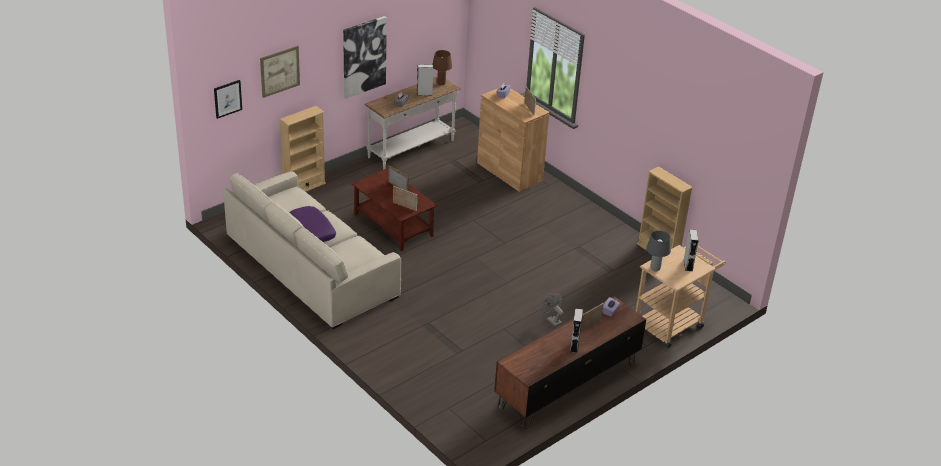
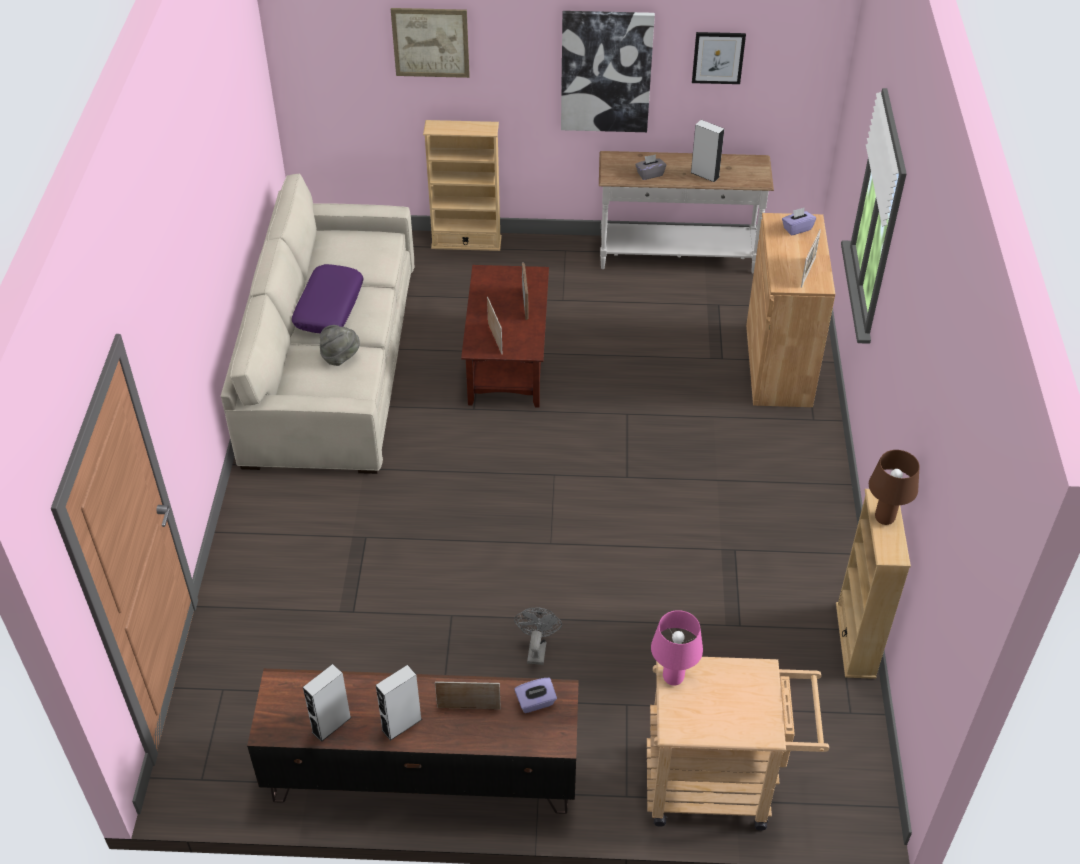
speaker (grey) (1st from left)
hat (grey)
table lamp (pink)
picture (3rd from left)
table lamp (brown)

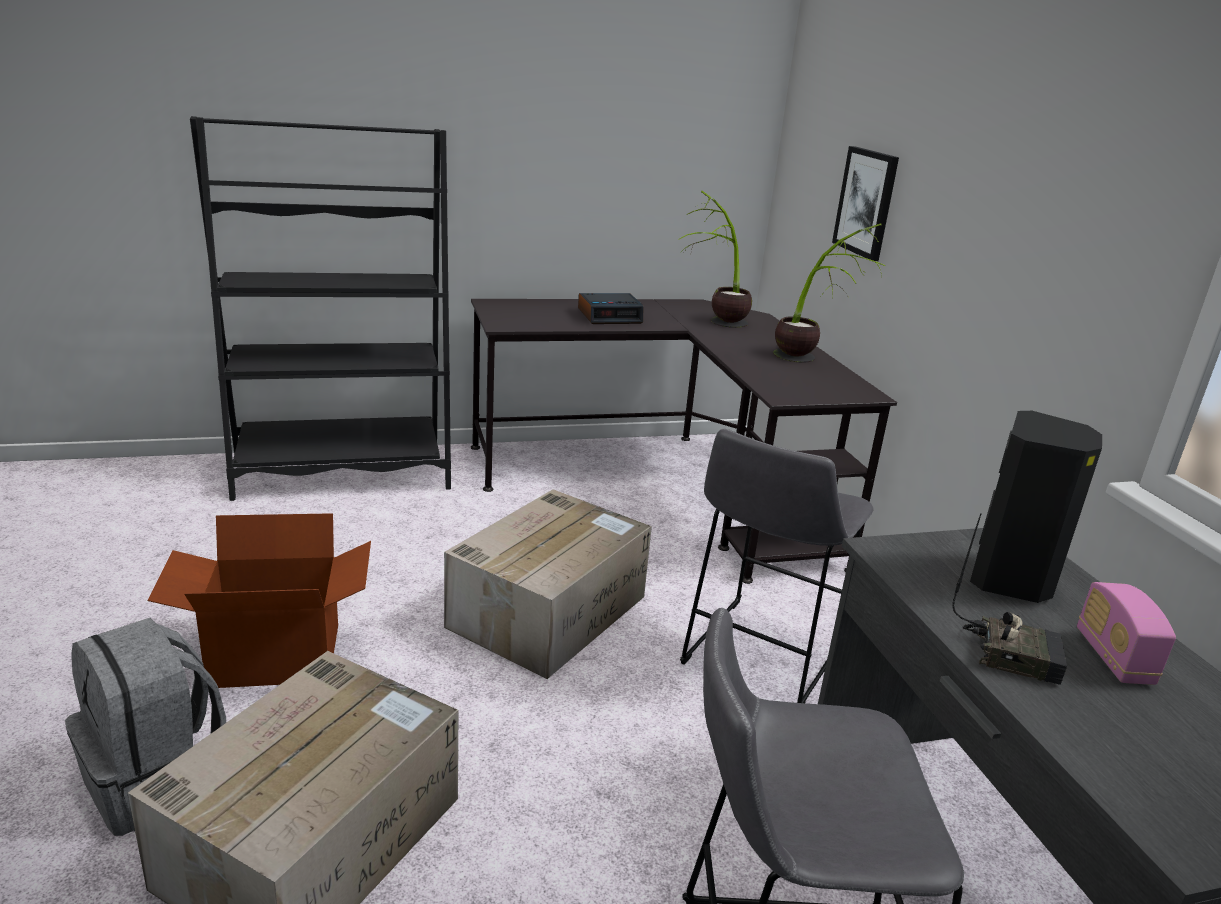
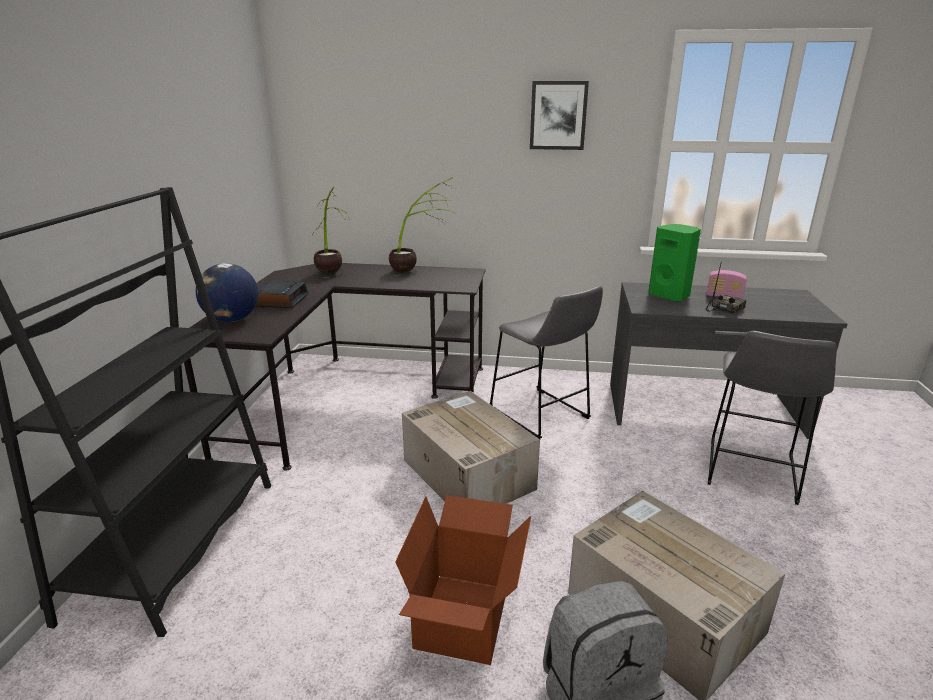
globe
picture
speaker (green)

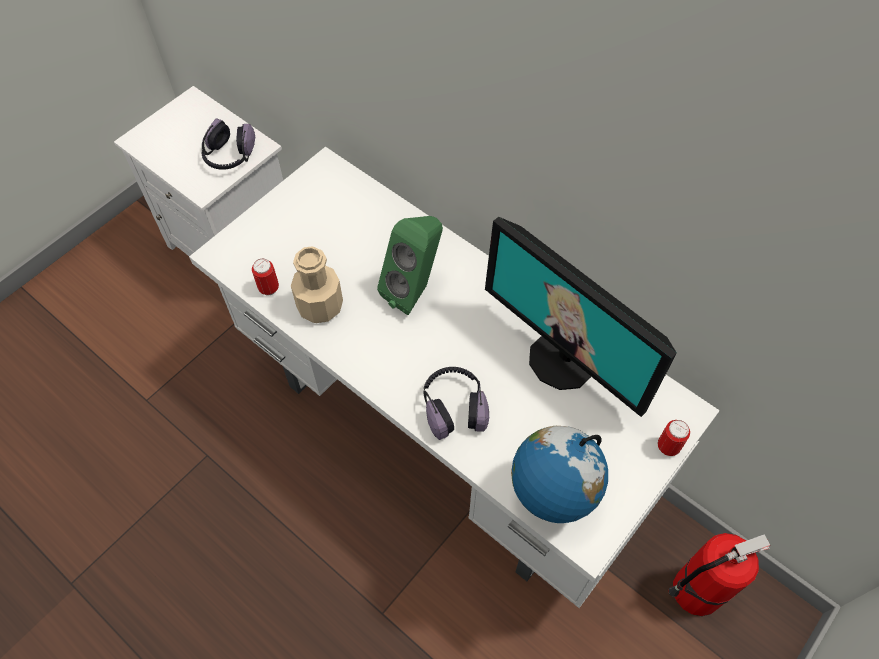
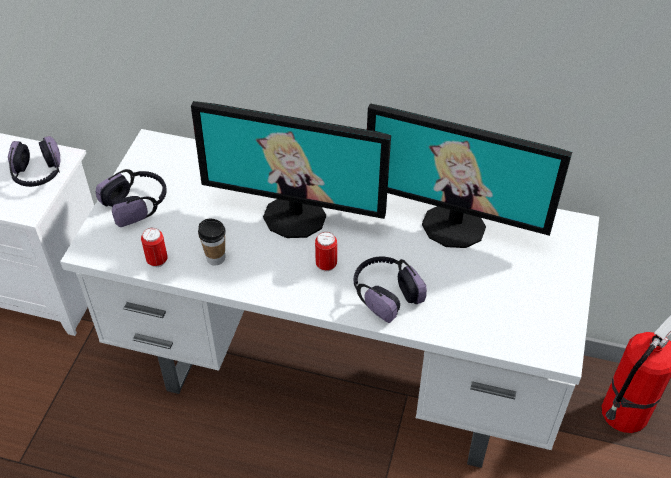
headphones (2nd from left)
monitor (1st from left)
cup
can (2nd from left)
globe

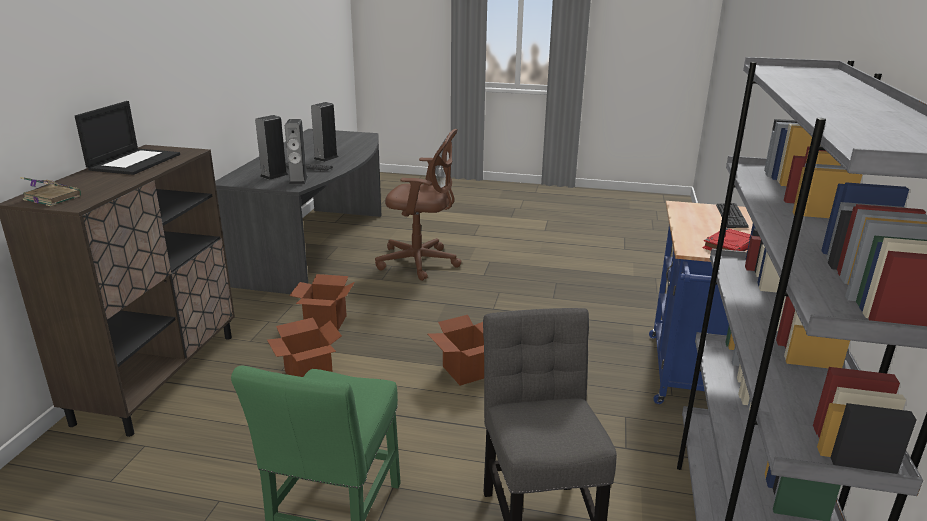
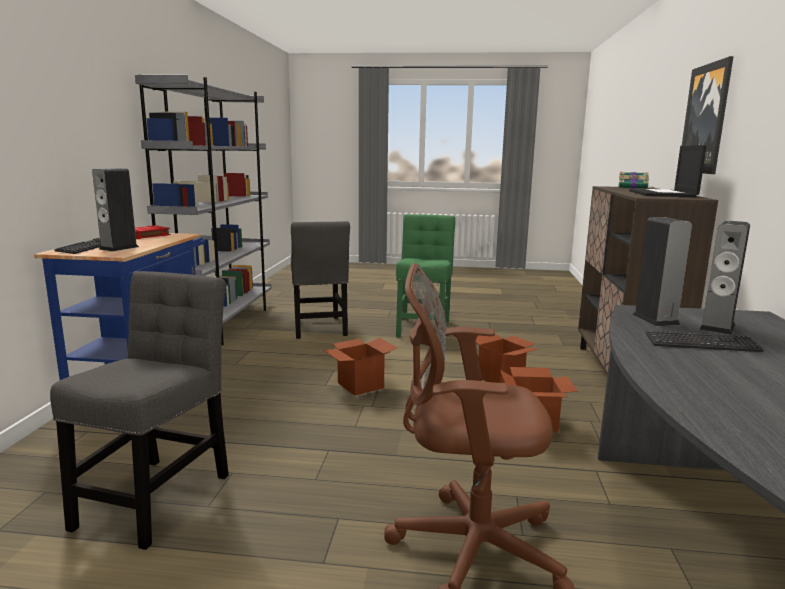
chair (grey) (1st from left)
speaker (1st from left)
picture

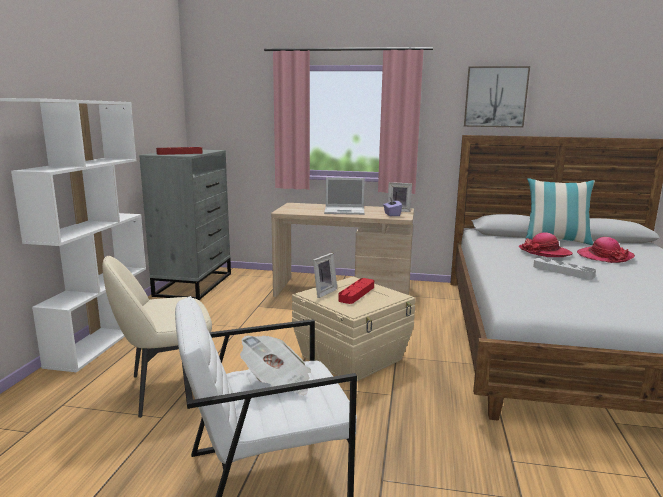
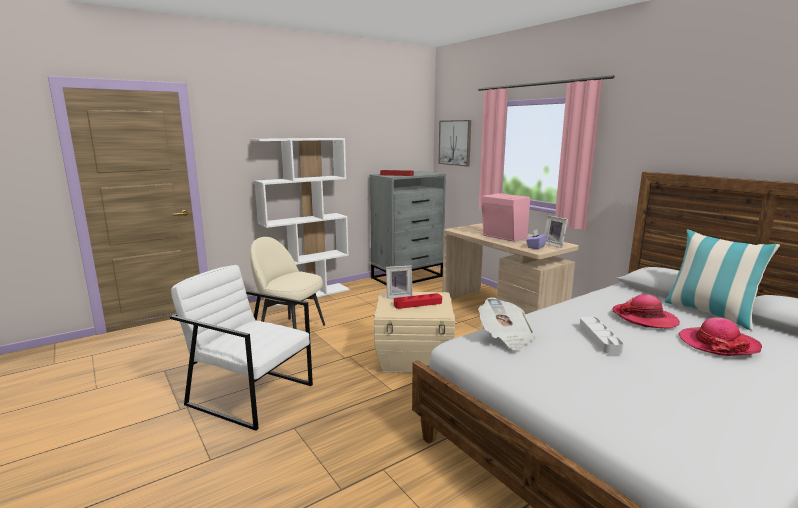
picture
newspaper
speaker (pink)

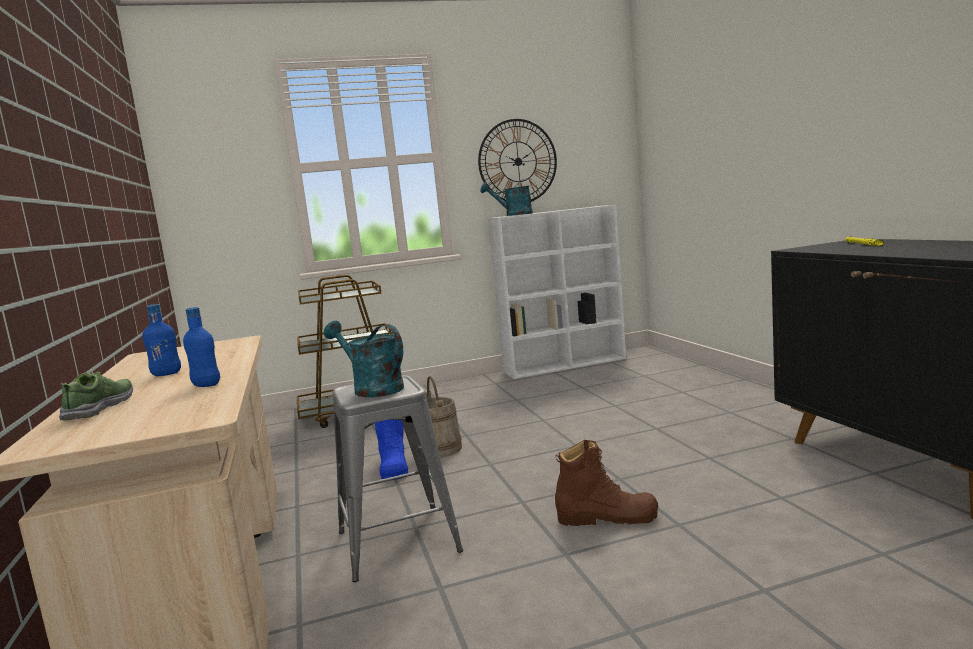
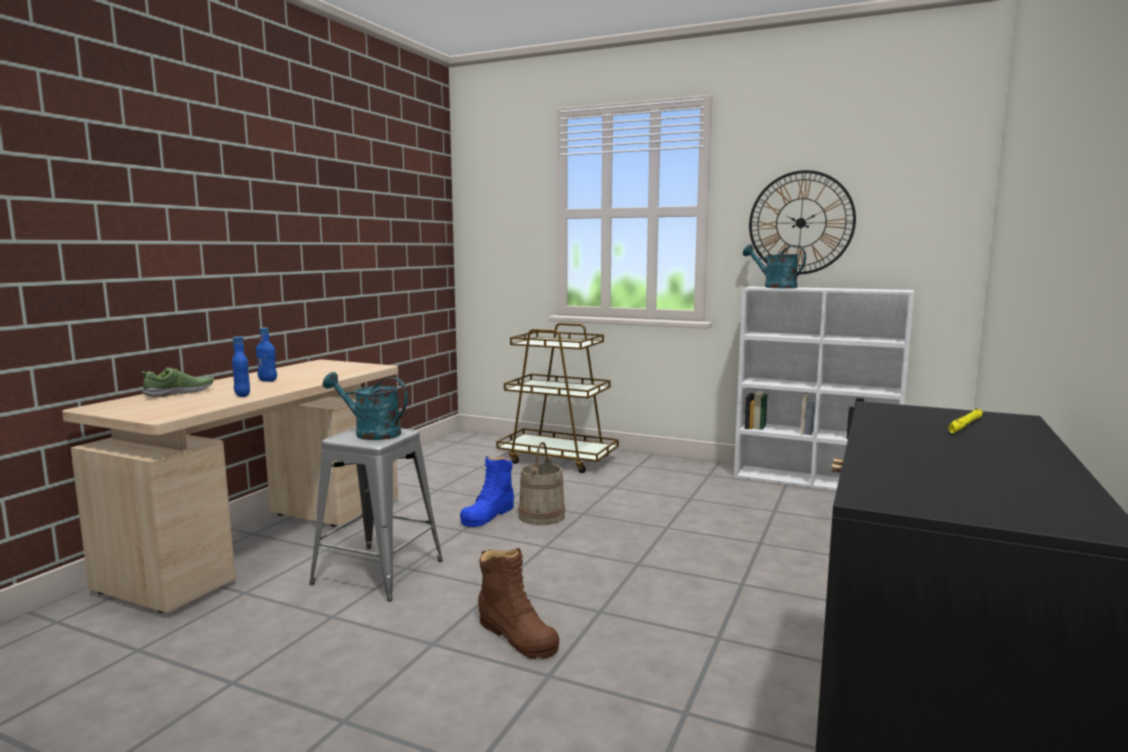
watering can (turquoise) (1st from left)

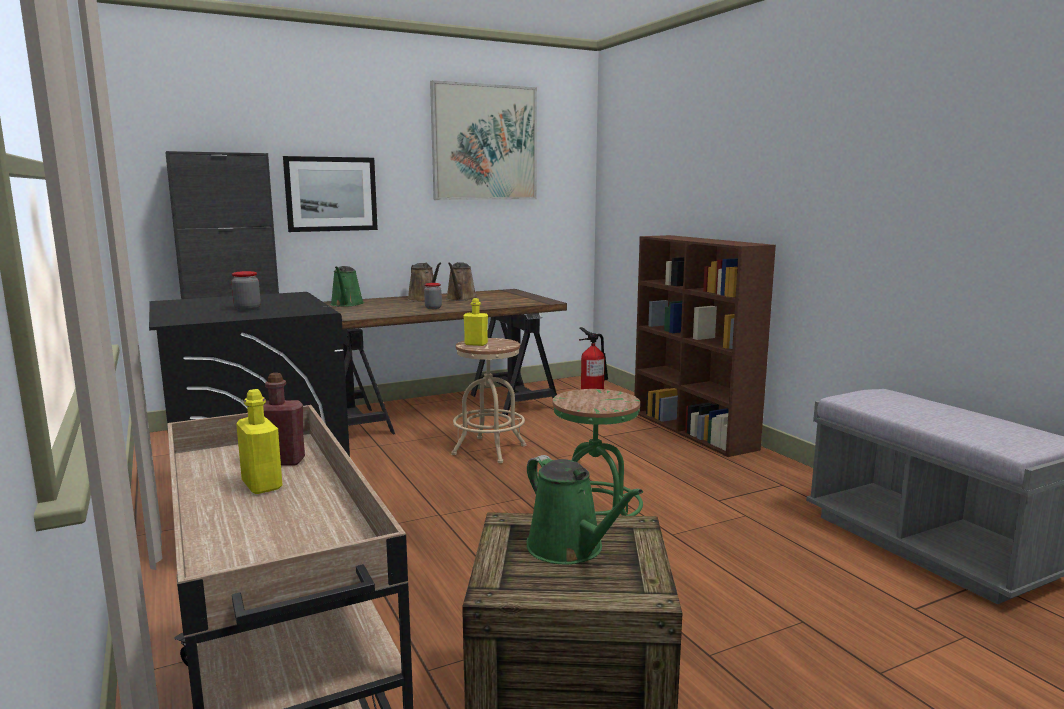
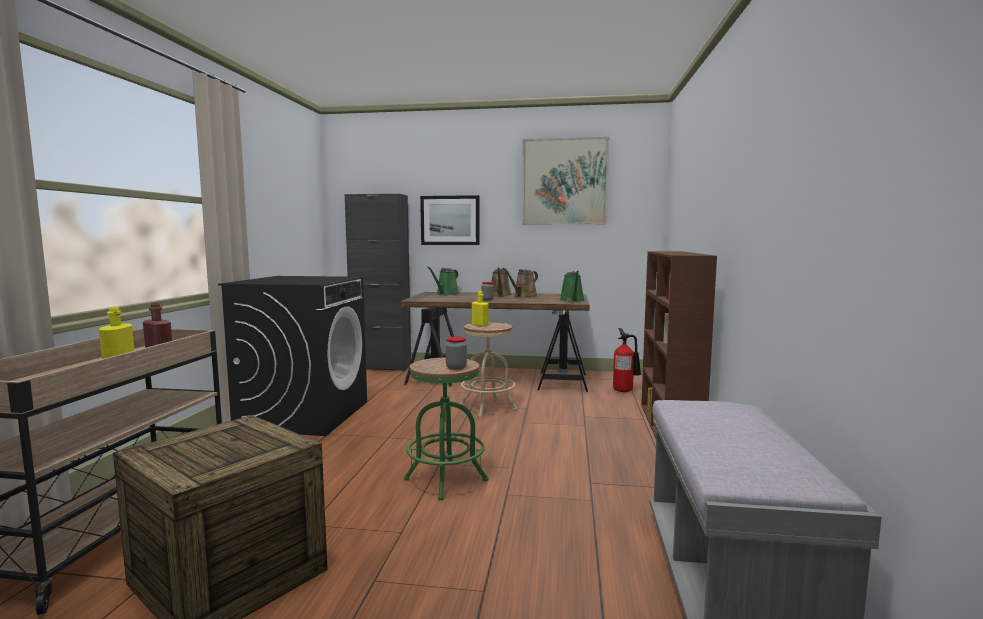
jar (1st from left)
watering can (green) (2nd from left)

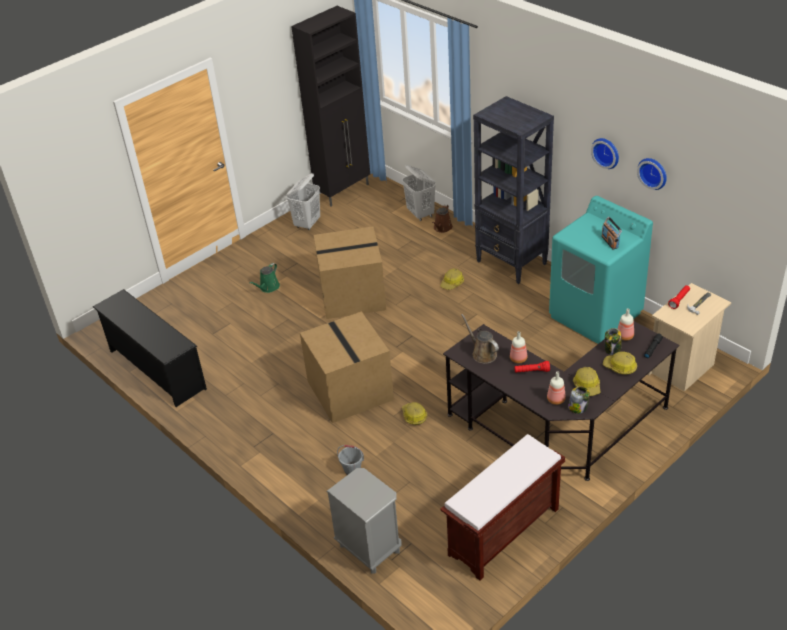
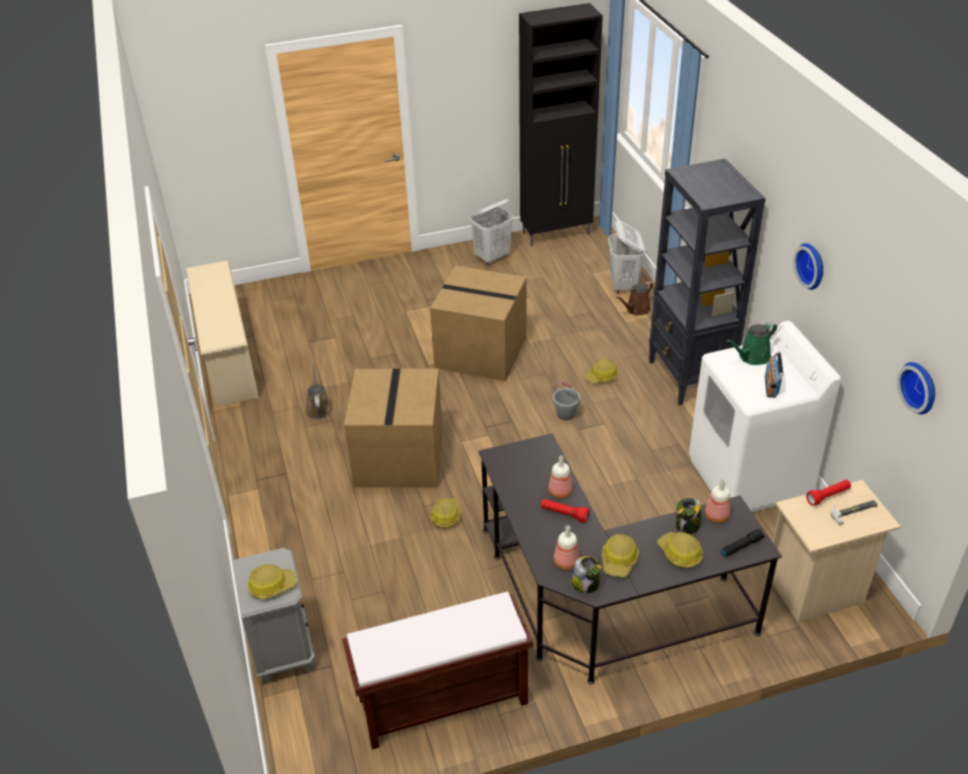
shoe rack (beige)
hard hat (1st from left)
watering can (brown) (1st from left)
bucket (grey)
washing machine (white)
watering can (green)
wall clock (2nd from left)

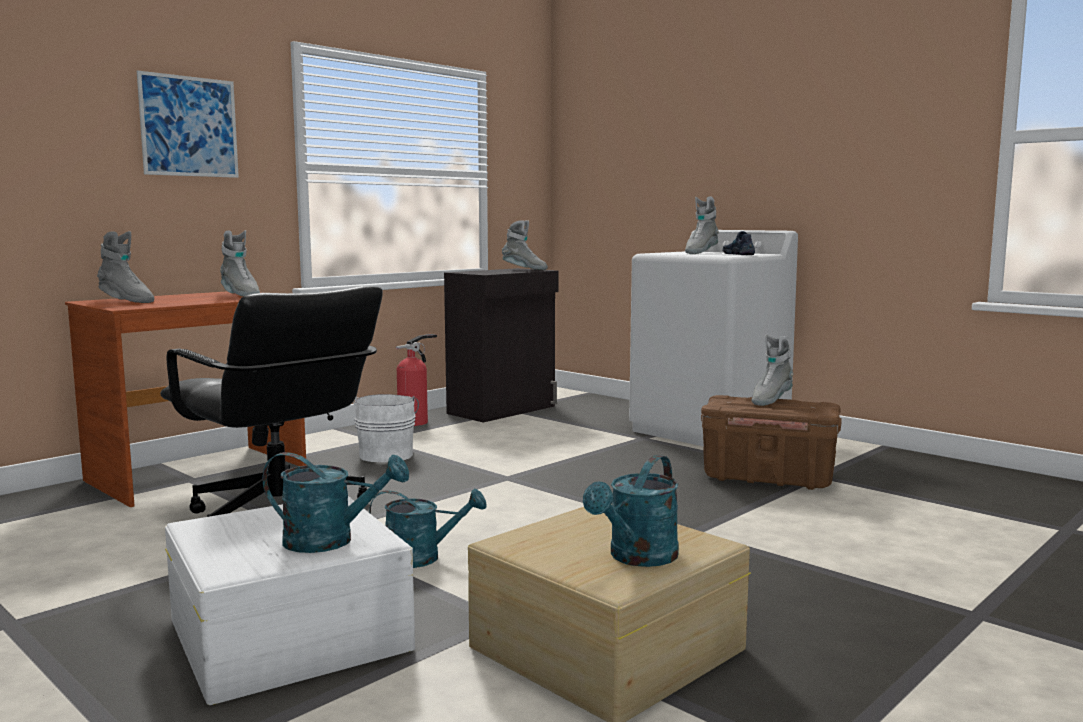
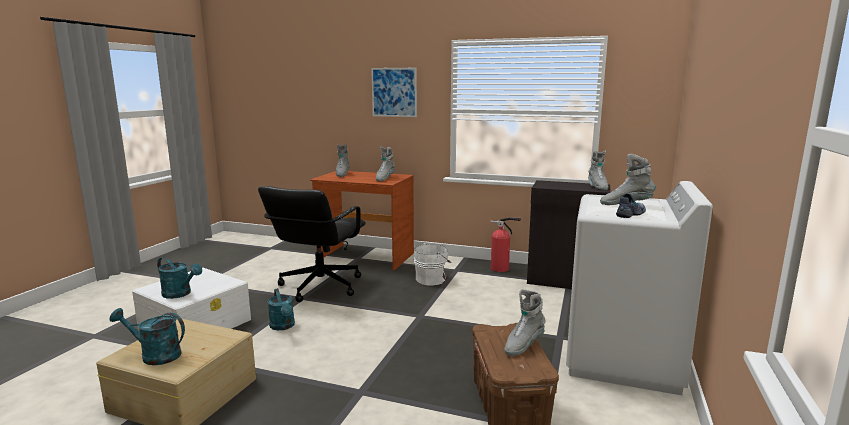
watering can (turquoise) (2nd from left)
boot (grey) (3rd from left)

